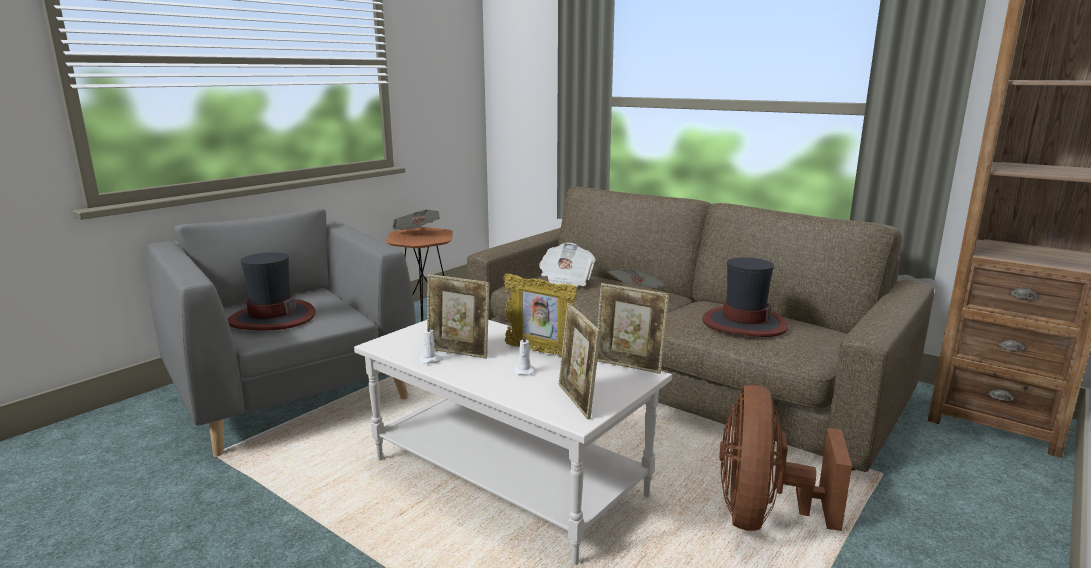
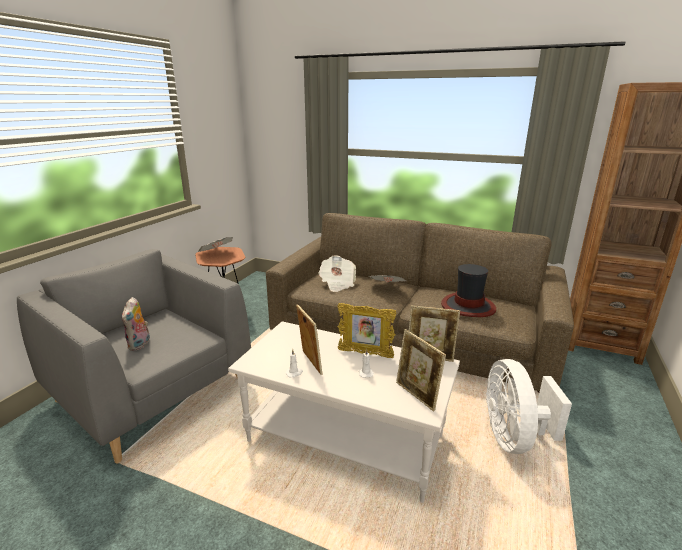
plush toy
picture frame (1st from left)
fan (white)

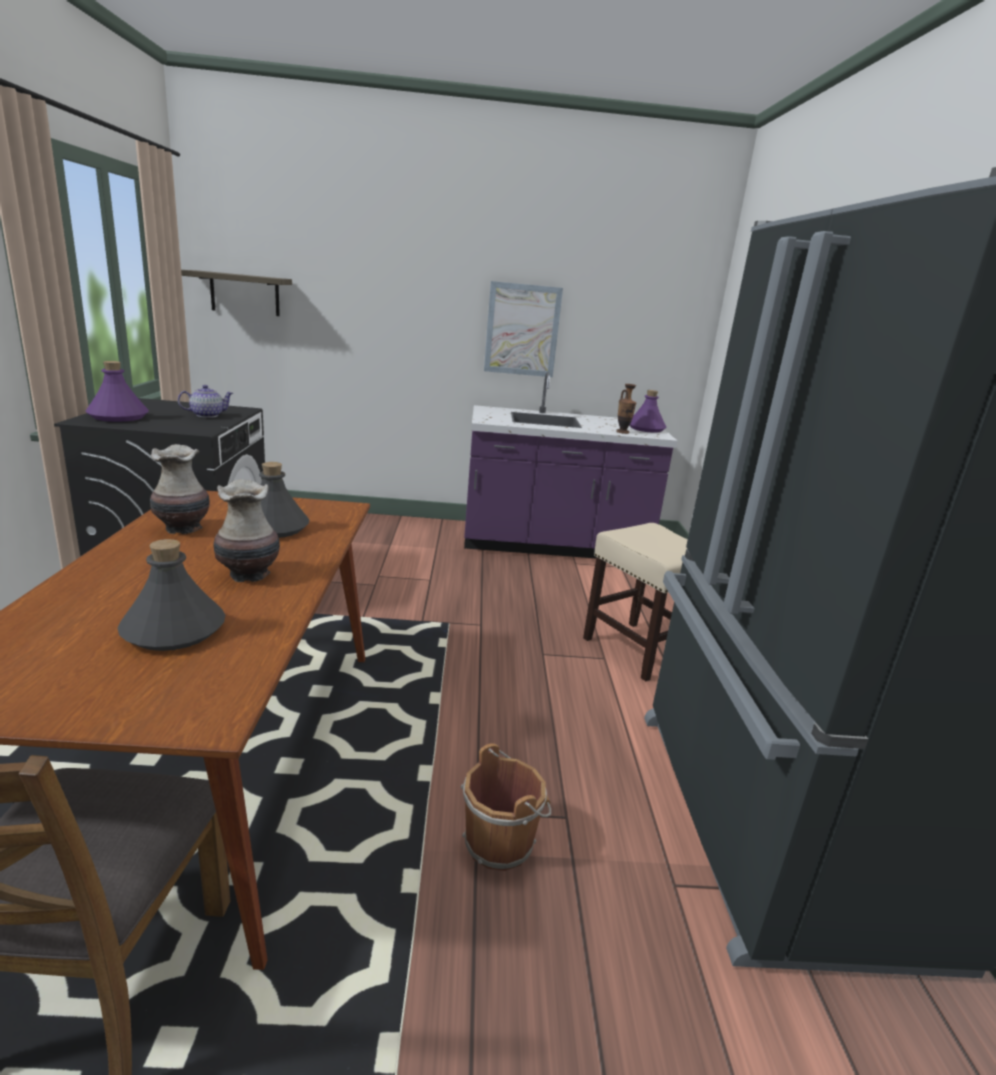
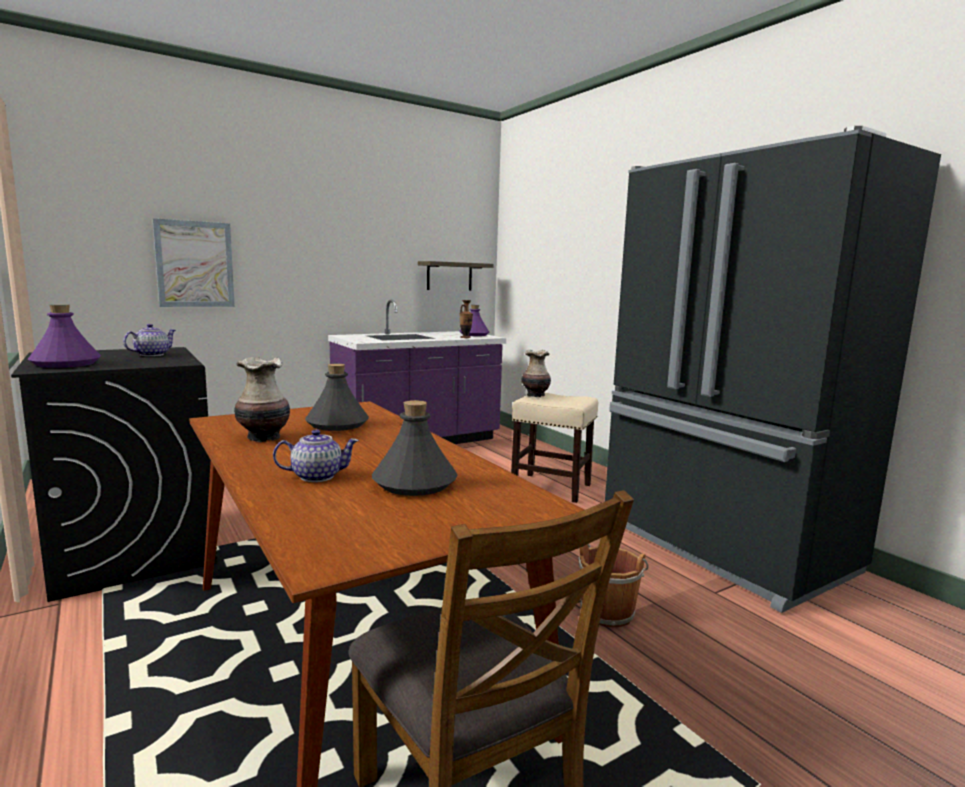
picture
teapot (2nd from left)
shelf
vase (3rd from left)

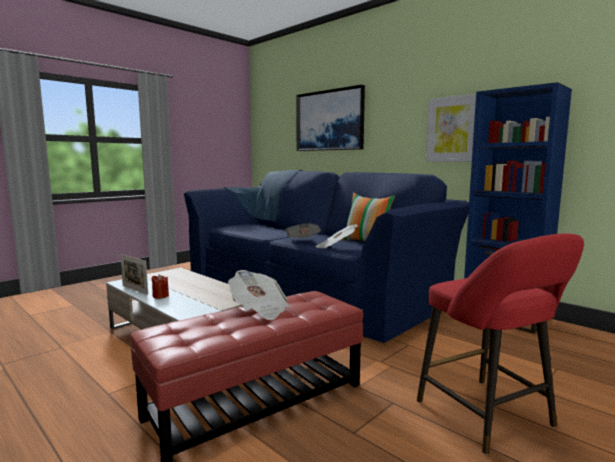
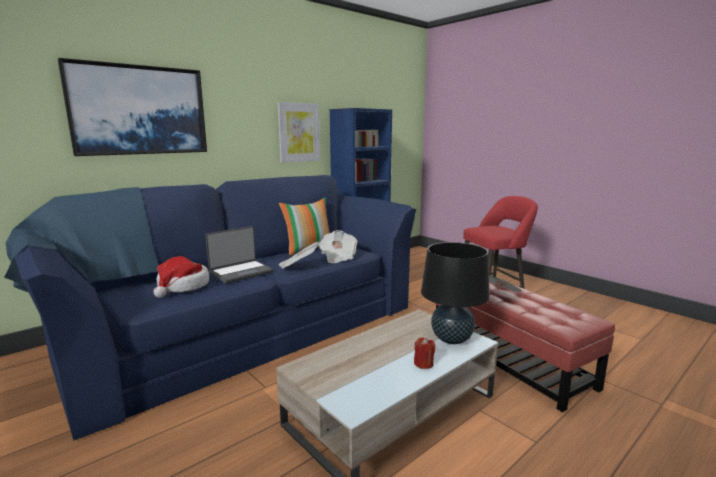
hat
laptop
table lamp (black)
picture frame

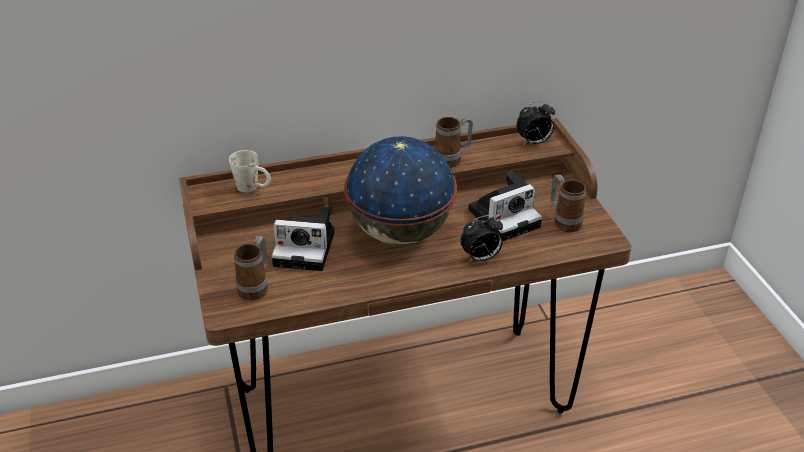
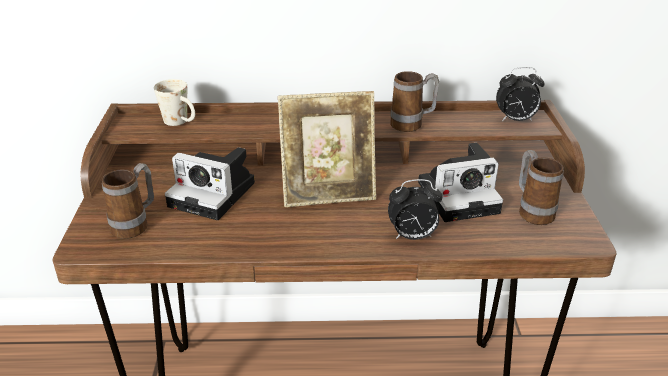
picture frame

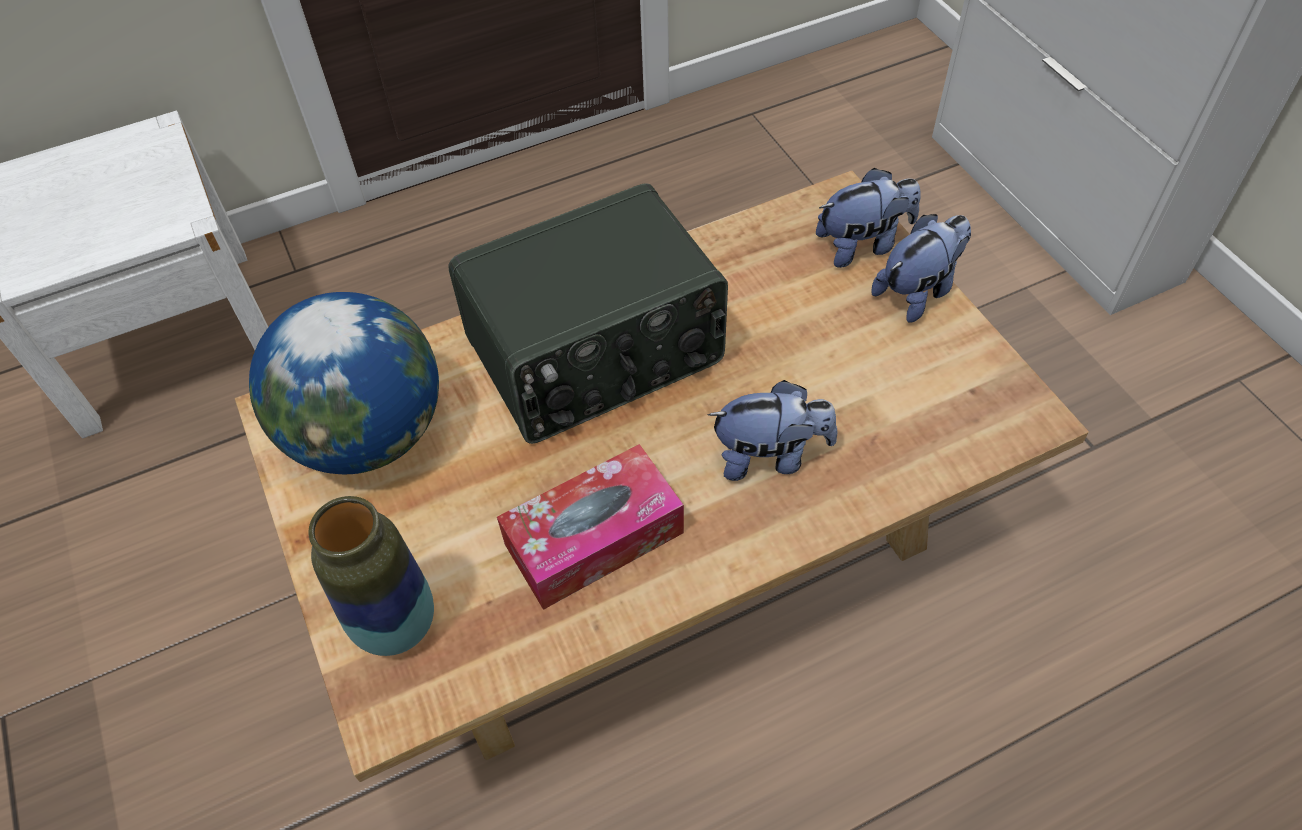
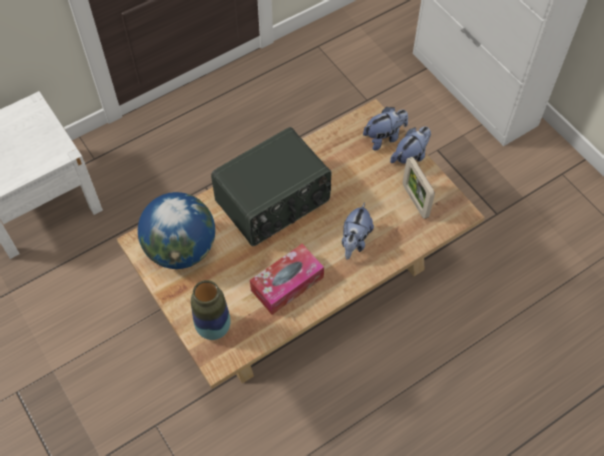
plush toy (1st from left)
picture frame

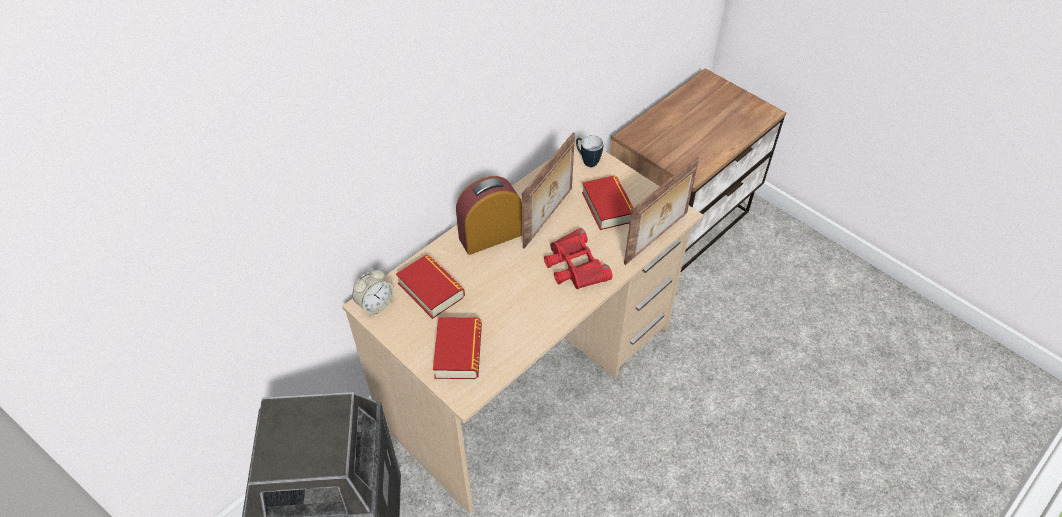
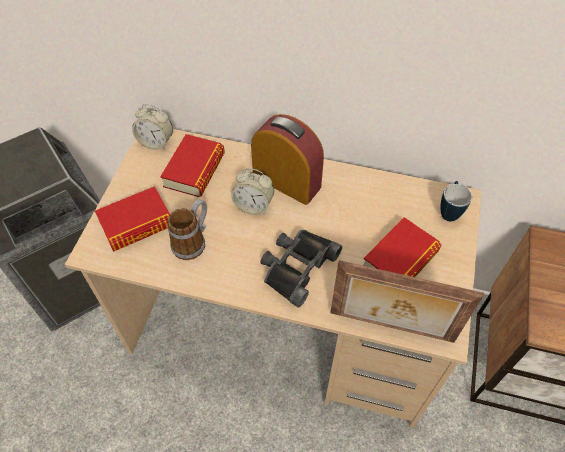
mug (1st from left)
alarm clock (2nd from left)
binoculars (black)
picture frame (1st from left in the first image)

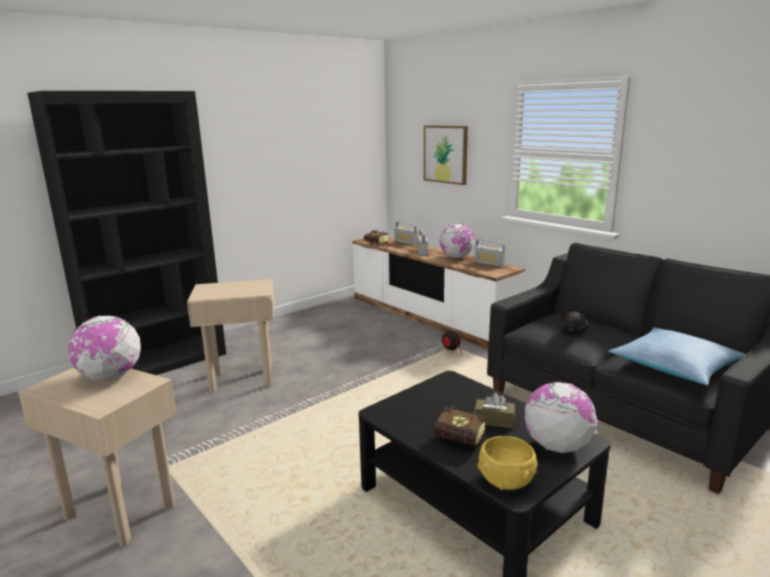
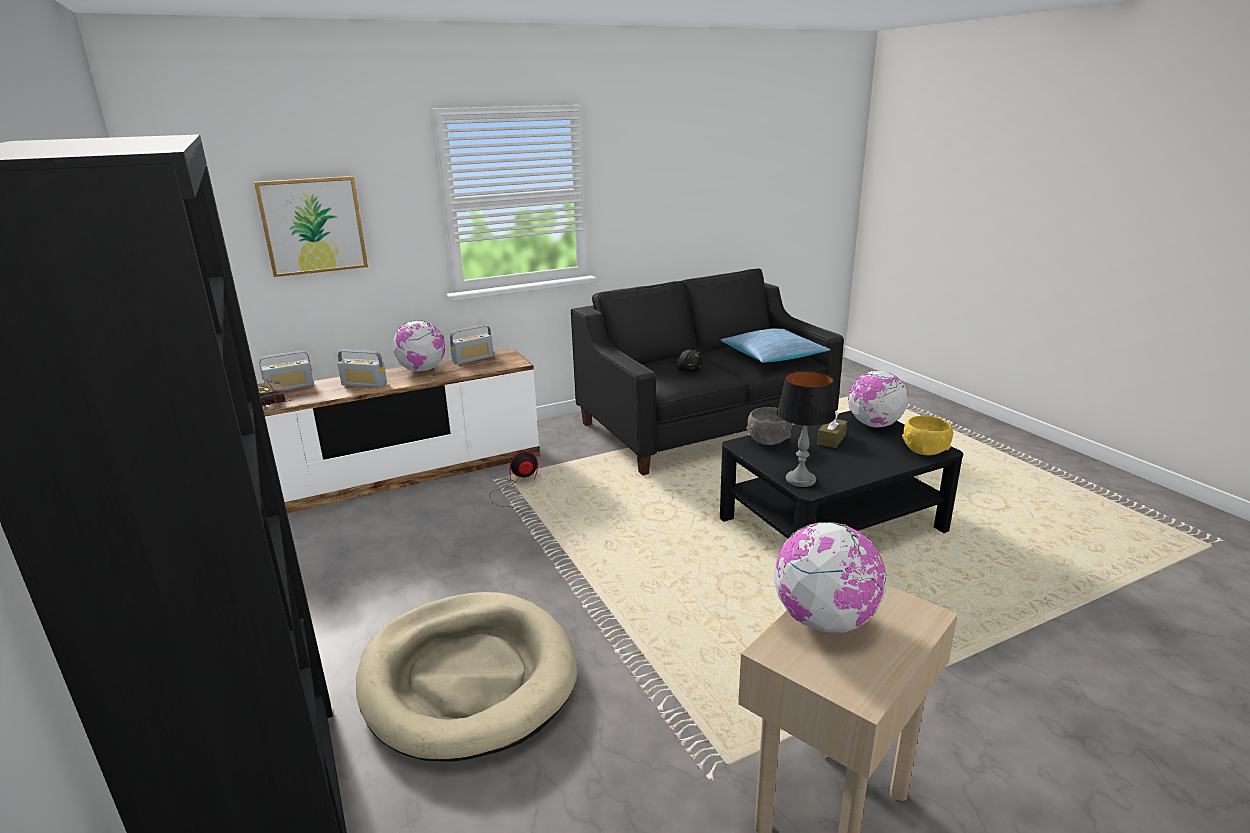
dog bed (beige)
bowl (grey)
table lamp
book (2nd from left in the first image)

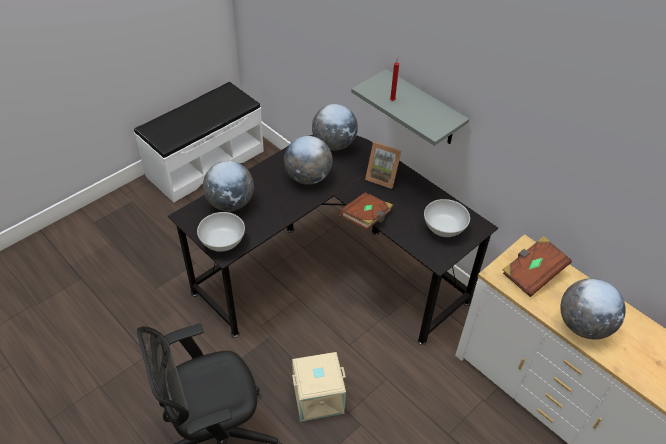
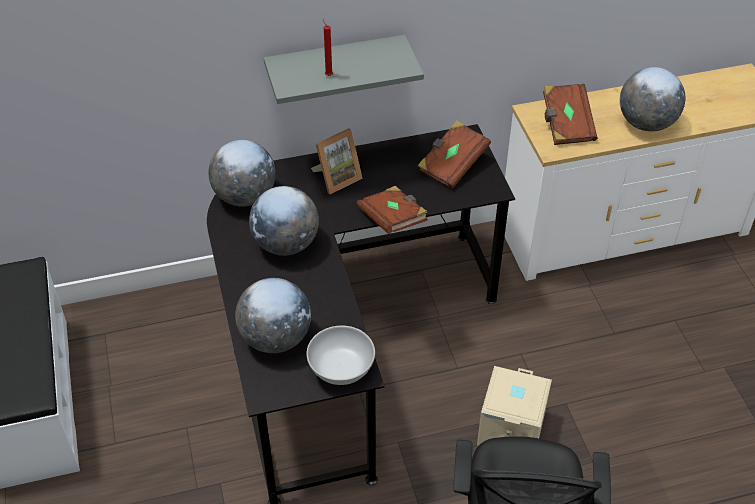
book (brown) (2nd from left)

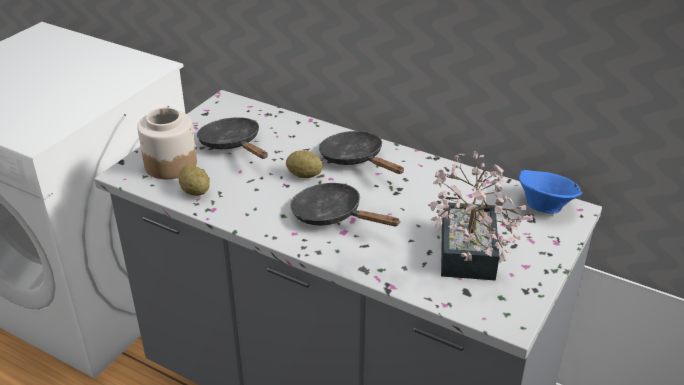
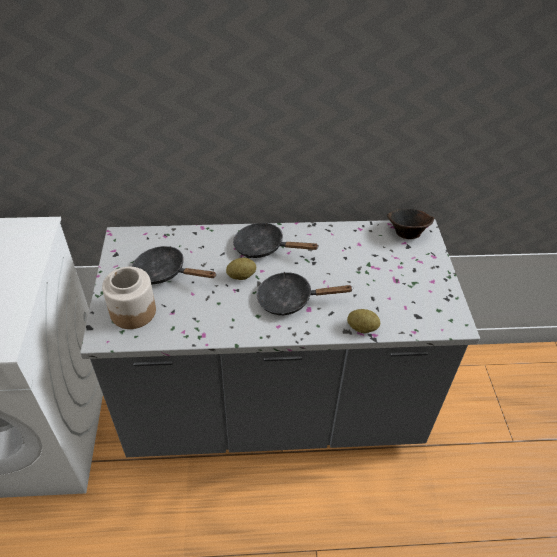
potato (2nd from left)
bowl (brown)
potted plant

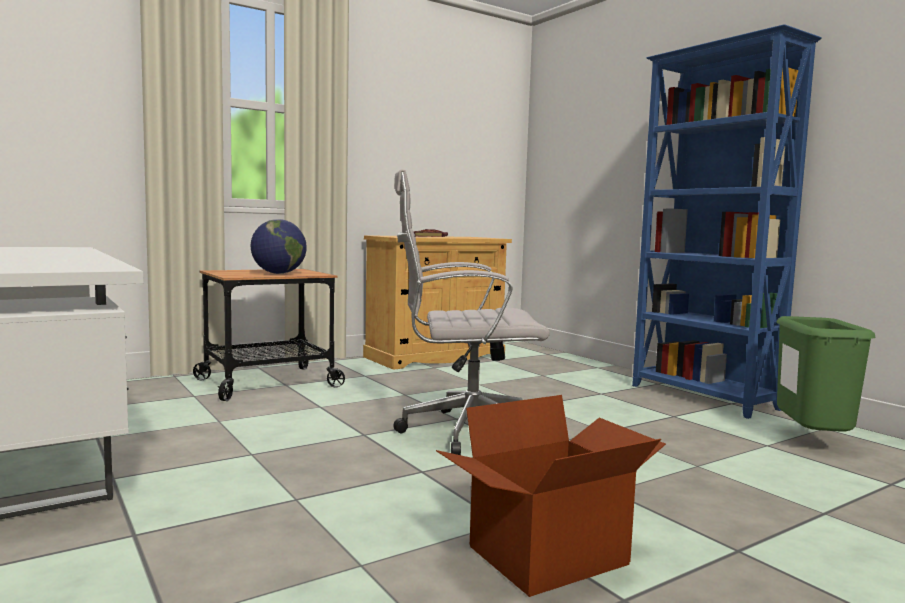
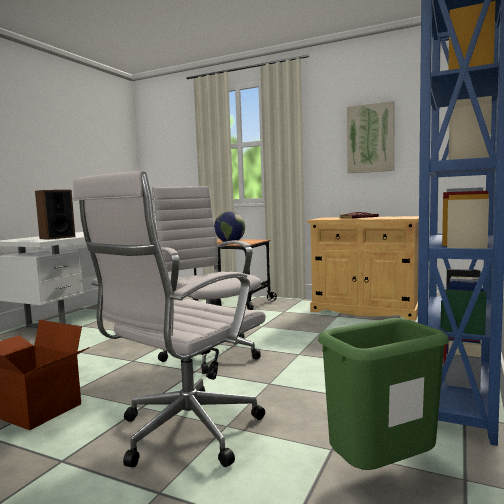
speaker
office chair (white) (1st from left)
picture

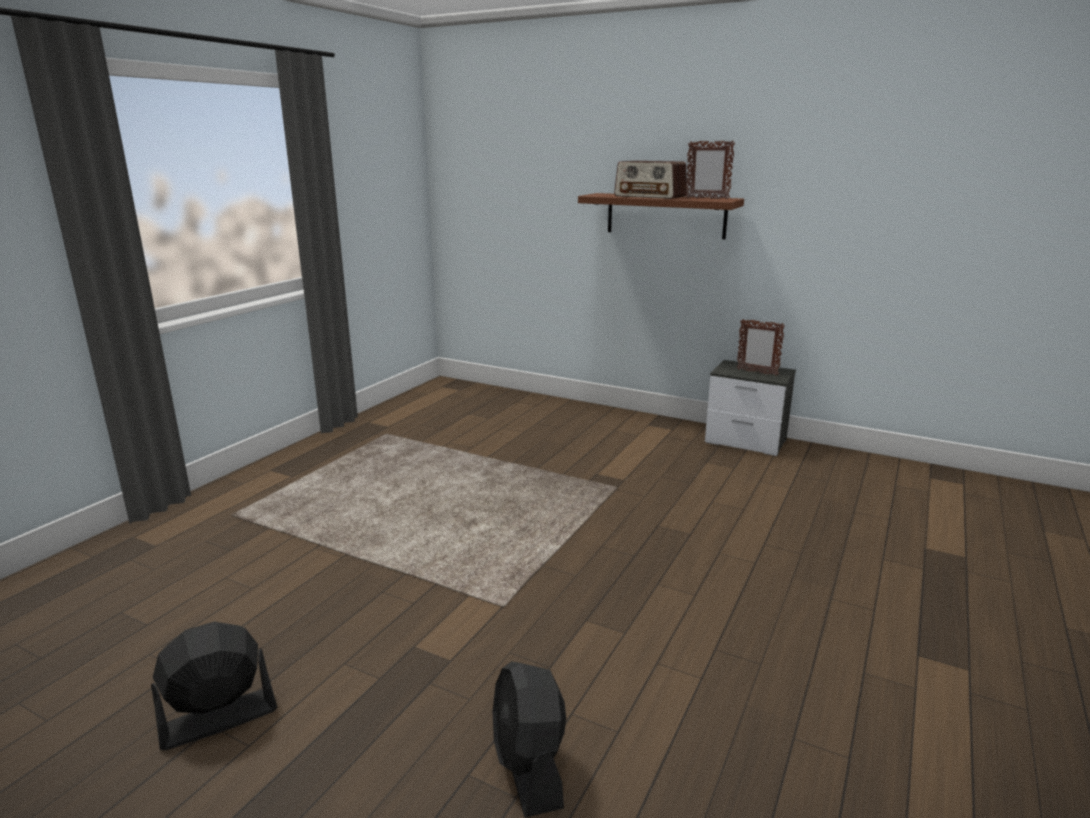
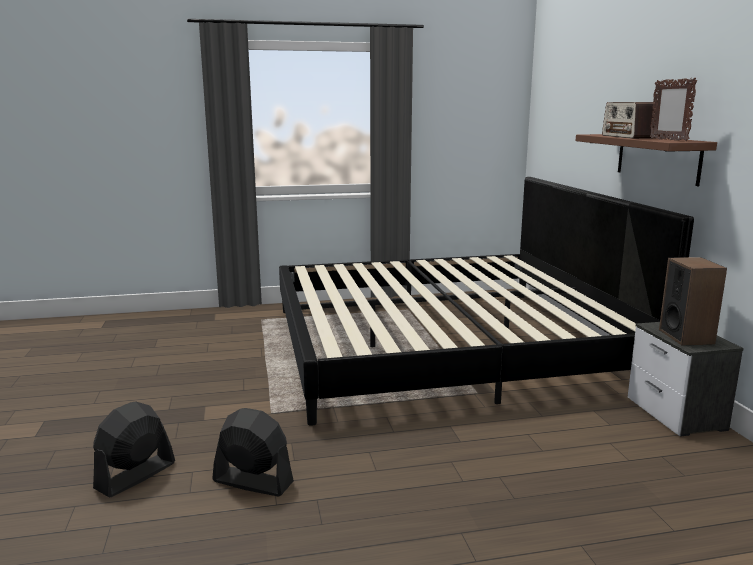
fan (black) (2nd from left)
bed
speaker

